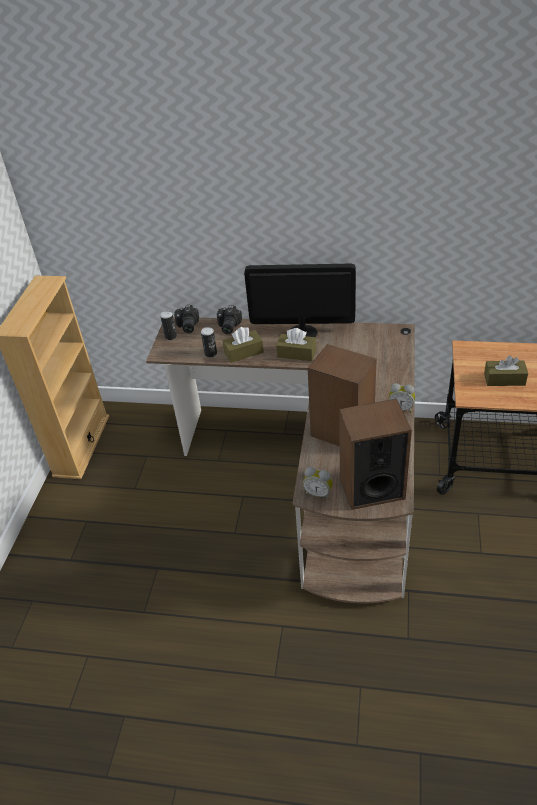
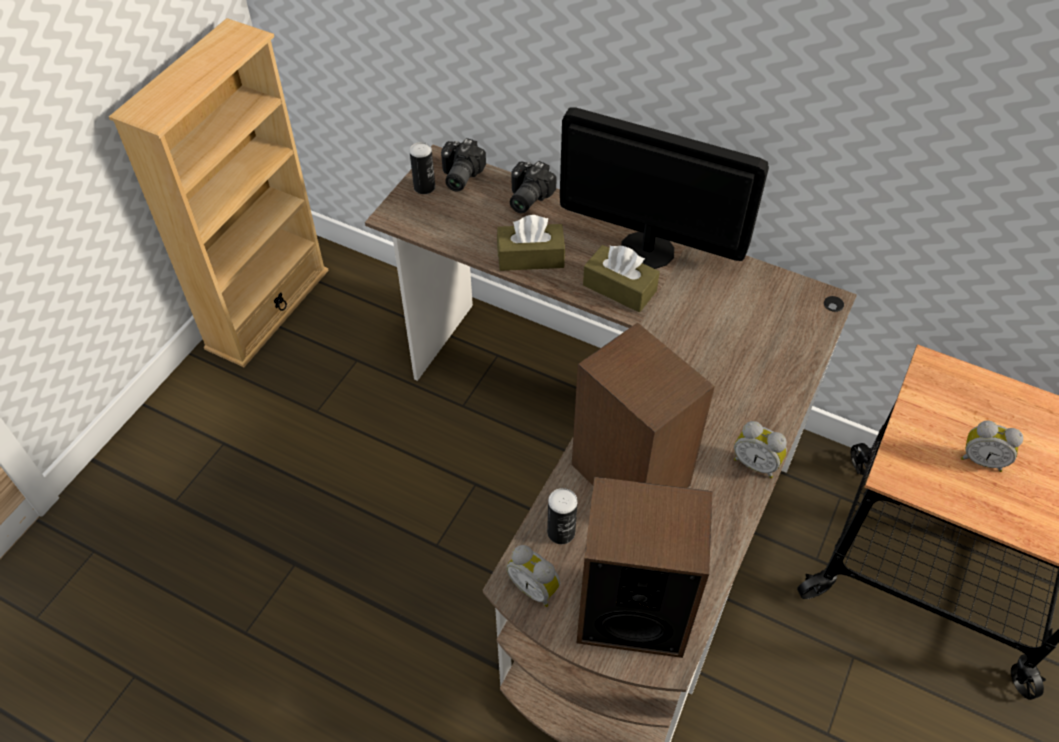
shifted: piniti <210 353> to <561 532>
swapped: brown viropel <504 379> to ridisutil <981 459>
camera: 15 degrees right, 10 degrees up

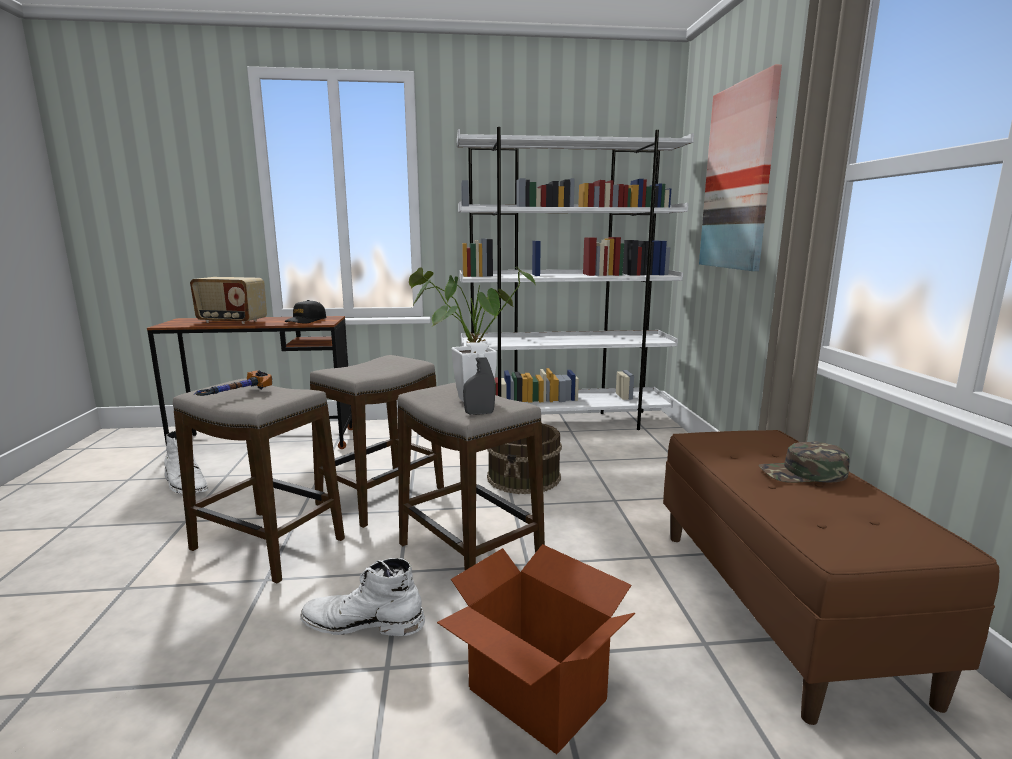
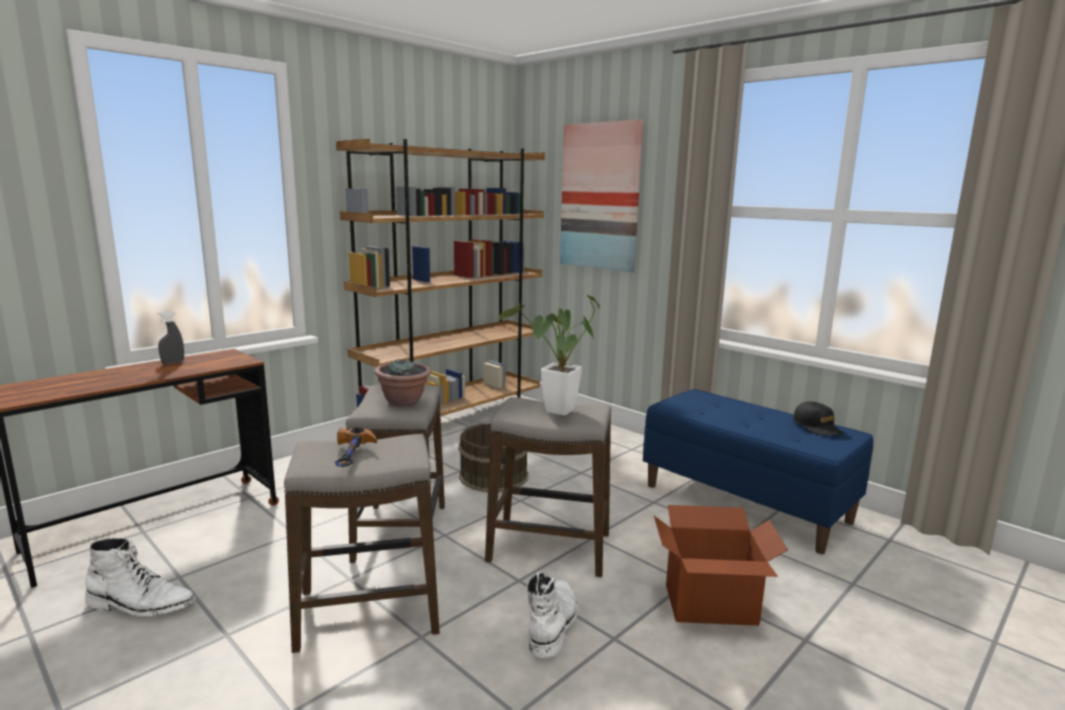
gone: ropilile <231 321>; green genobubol <803 473>
new: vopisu <404 402>
shifted: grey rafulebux <479 413> to <173 362>; black genobubol <306 320> to <817 427>
repainted: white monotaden <564 422> to brown monotaden <453 420>; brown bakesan <780 606> to blue bakesan <746 503>
rotated: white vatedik <363 623> = <553 623> 135 degrees clockwise
camera: 40 degrees left, 0 degrees up

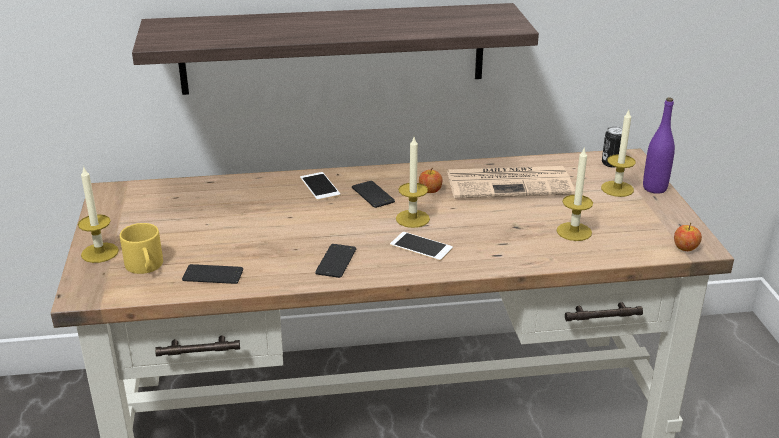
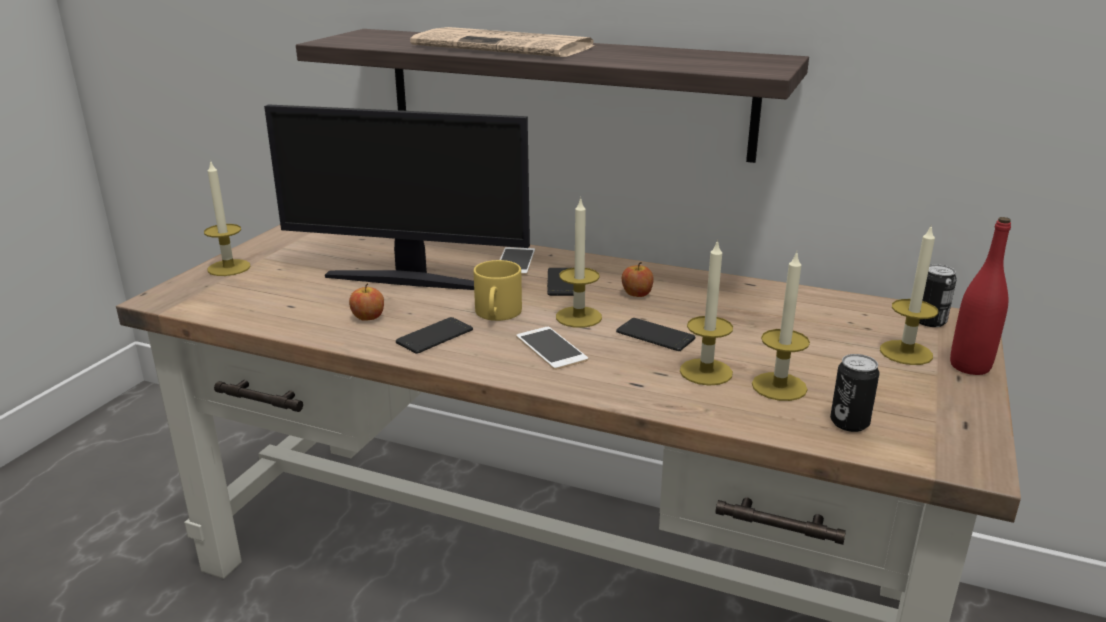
new: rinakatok <408 279>; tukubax <706 372>; piniti <849 423>
shifted: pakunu <685 248> to <368 317>; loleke <510 183> to <506 46>; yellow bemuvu <146 267> to <498 314>; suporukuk <213 275> to <655 335>
repainted: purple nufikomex <654 188> to red nufikomex <970 366>
camera: 30 degrees right, 5 degrees down

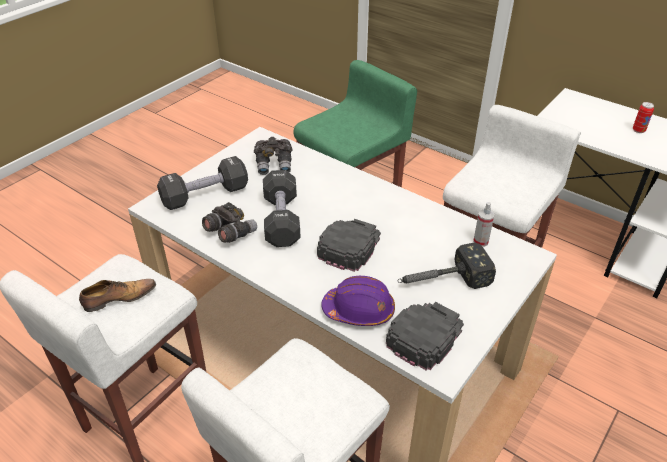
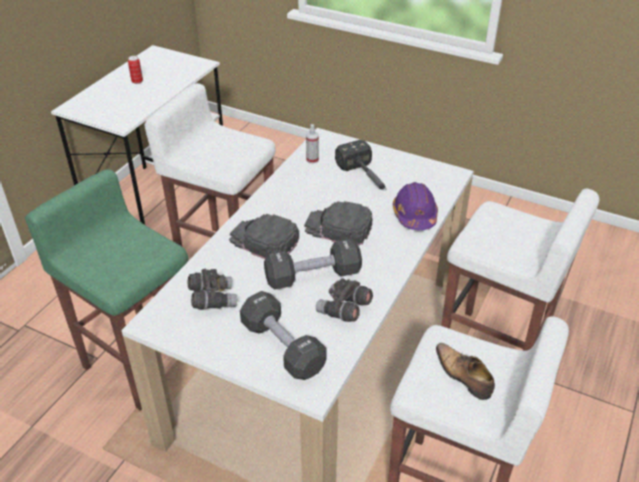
shifted: black genobubol <425 335> to <264 240>
camera: 100 degrees left, 0 degrees up

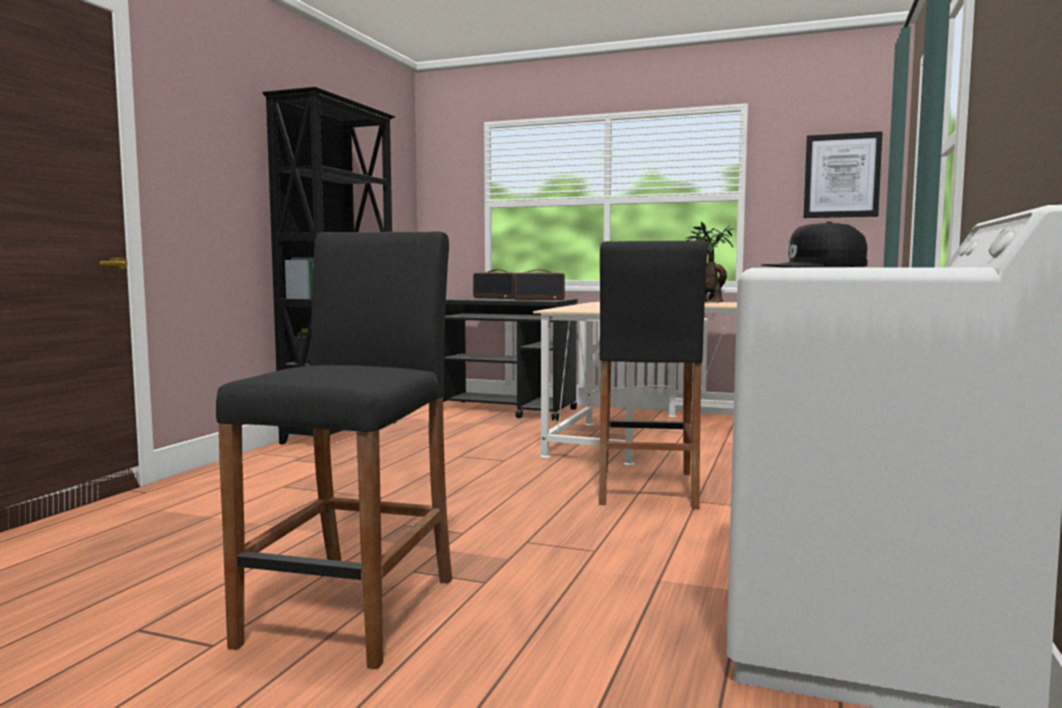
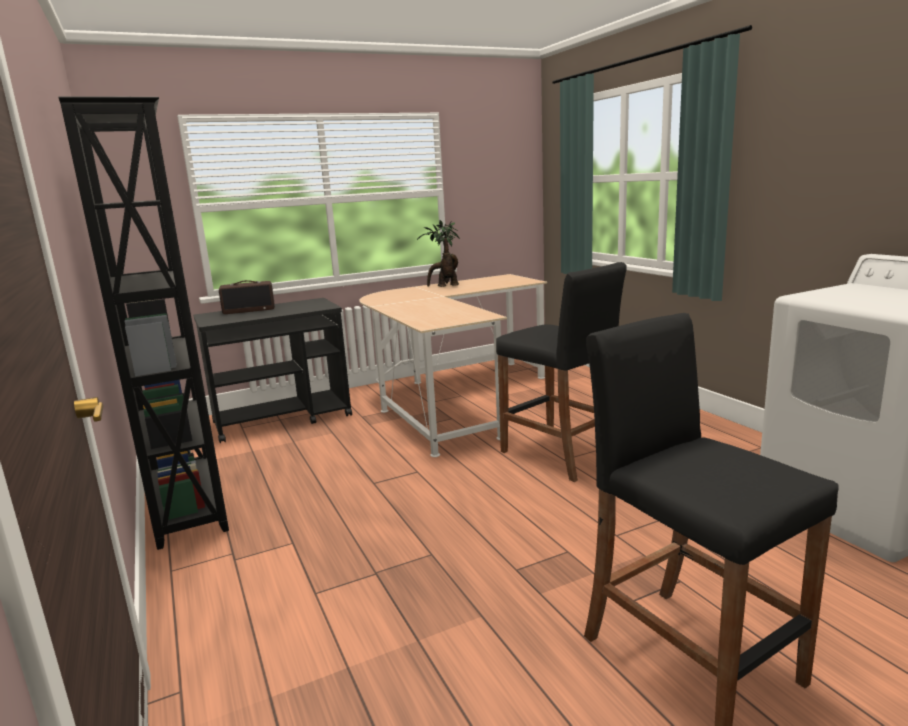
gone: ropilile <539 299>; black genobubol <815 267>; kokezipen <842 175>
camera: 45 degrees left, 10 degrees up

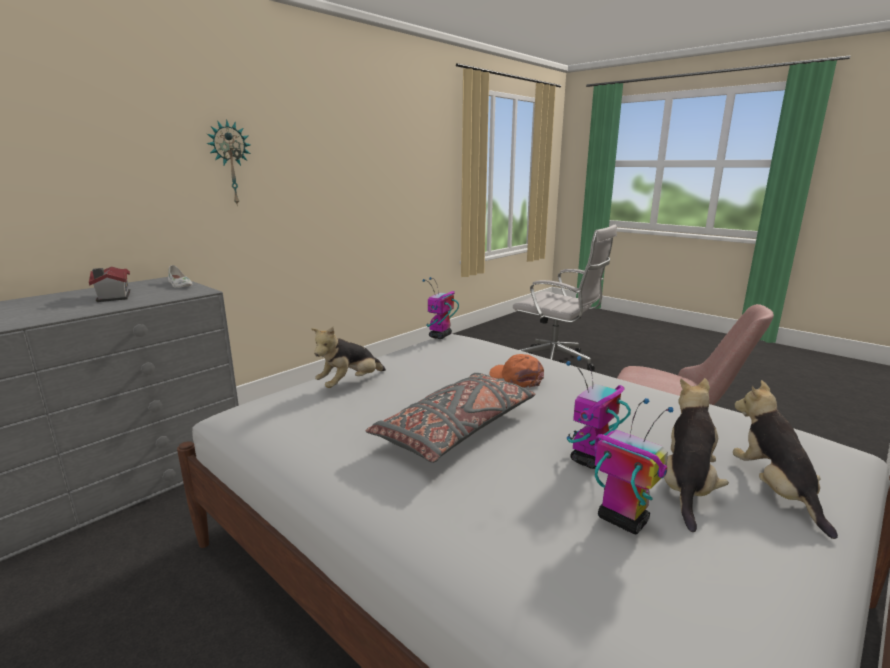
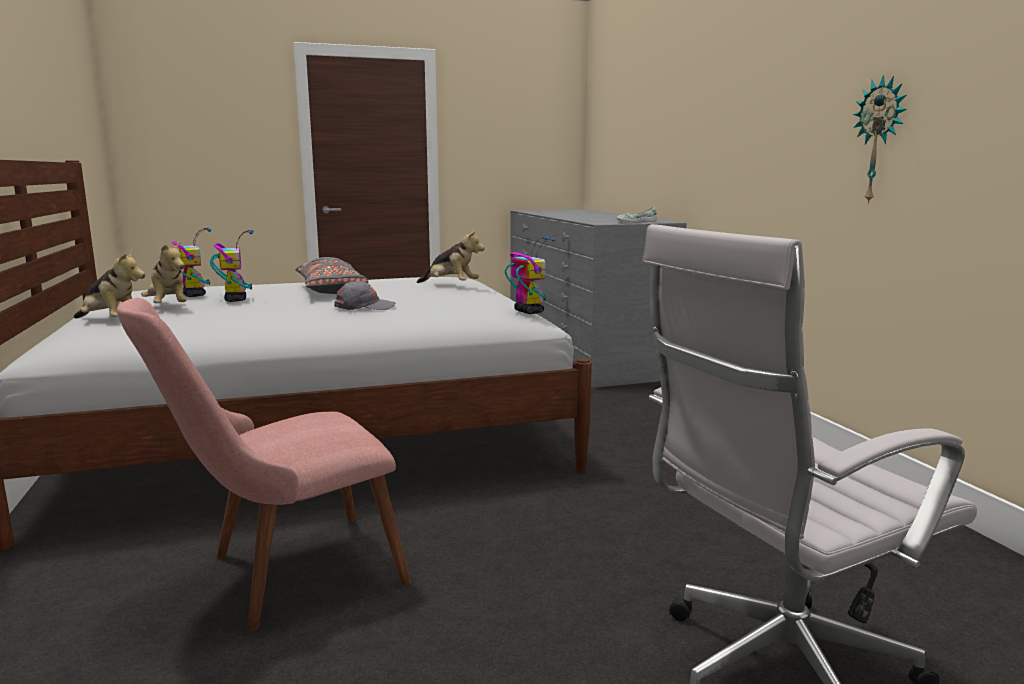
gone: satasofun <112 297>
shifted: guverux <230 163> to <879 140>
repainted: orange genobubol <516 378> to grey genobubol <364 307>
rotated: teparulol <621 519> = <194 295> 105 degrees counterclockwise; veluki <350 384> = <450 285> 135 degrees clockwise
camera: 120 degrees right, 5 degrees down

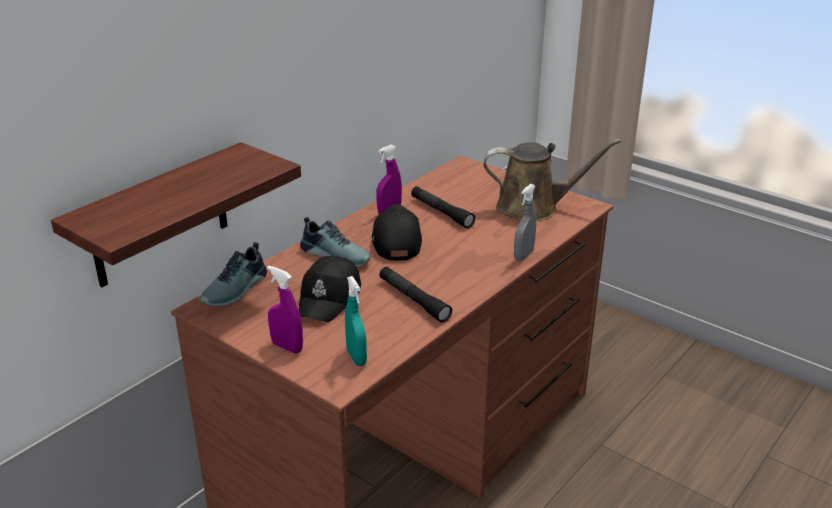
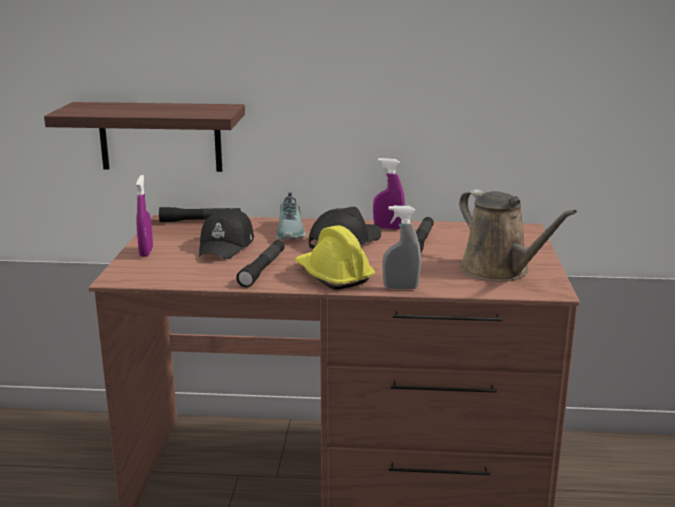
gone: turquoise rafulebux <356 357>
new: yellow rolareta <333 275>
swapped: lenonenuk <237 290> to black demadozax <200 221>
rotated: black genobubol <330 298> = <227 246> 60 degrees counterclockwise
camera: 55 degrees right, 10 degrees down

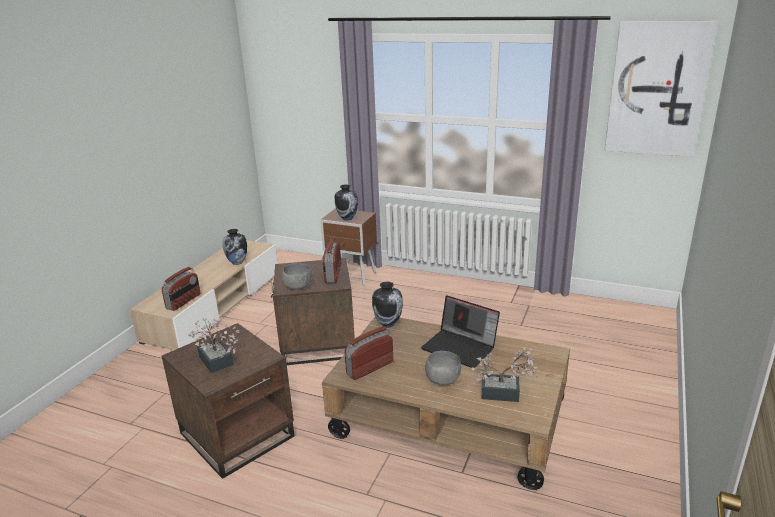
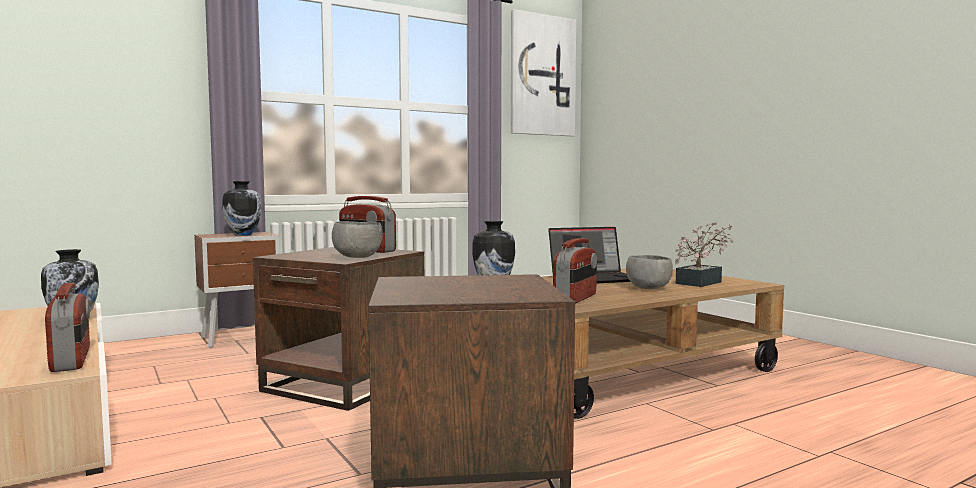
gone: vopisu <217 363>
rotated: ropilile <369 368> = <576 299> 150 degrees counterclockwise
camera: 55 degrees left, 20 degrees down

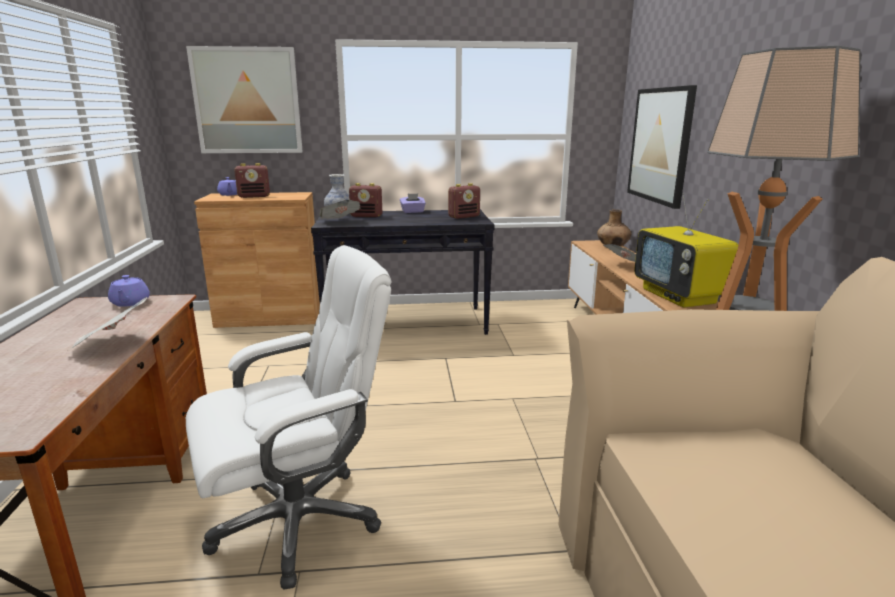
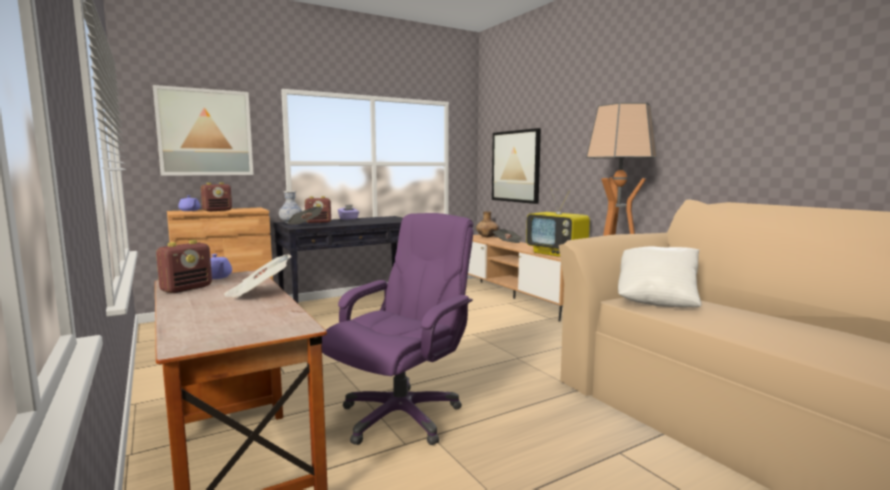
new: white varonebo <657 301>
shifted: ropilile <464 217> to <187 288>
repainted: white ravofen <298 521> to purple ravofen <401 415>
camera: 25 degrees left, 10 degrees down

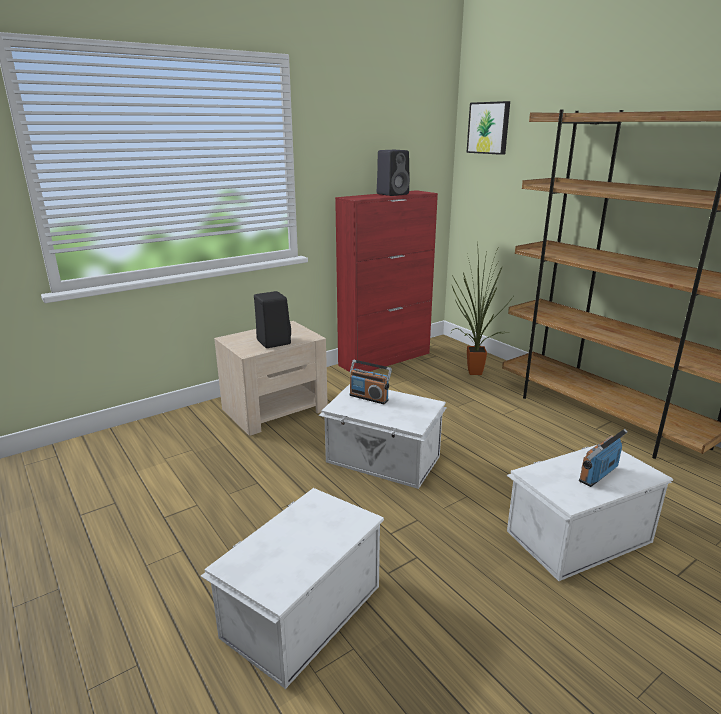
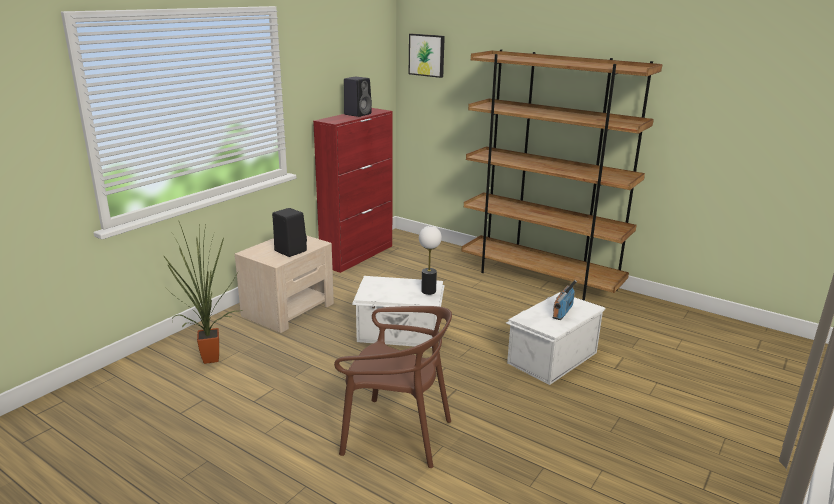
gone: ropilile <369 397>
new: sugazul <428 291>
shifted: vopisu <471 372> to <207 359>
swapped: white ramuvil <300 610> to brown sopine <396 434>
camera: 20 degrees left, 0 degrees up

